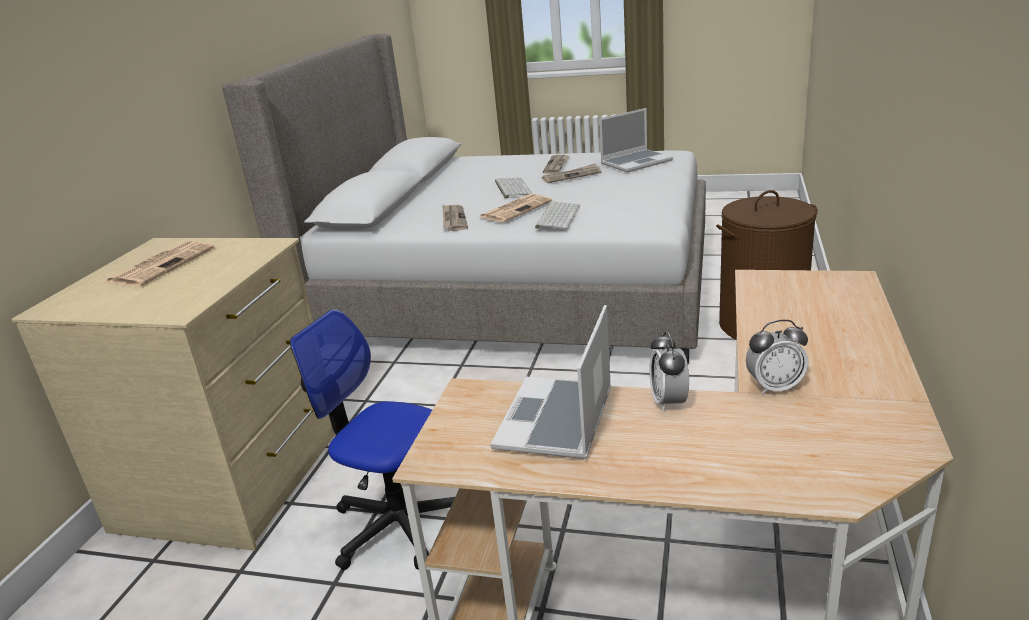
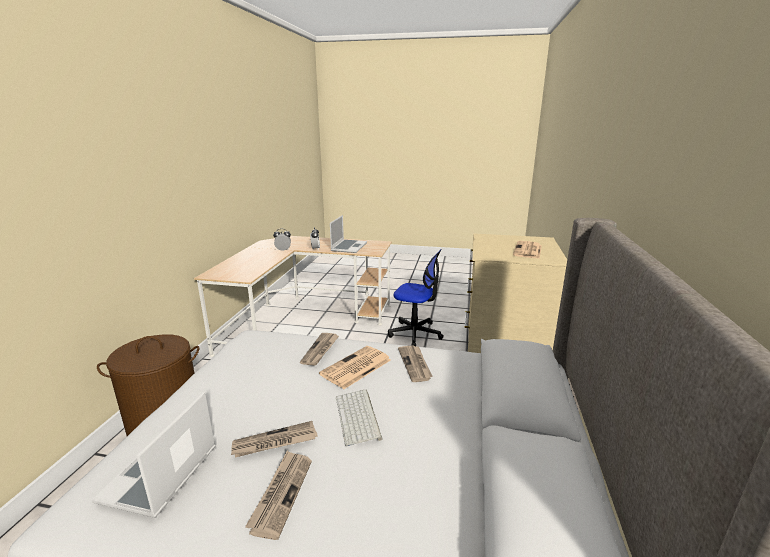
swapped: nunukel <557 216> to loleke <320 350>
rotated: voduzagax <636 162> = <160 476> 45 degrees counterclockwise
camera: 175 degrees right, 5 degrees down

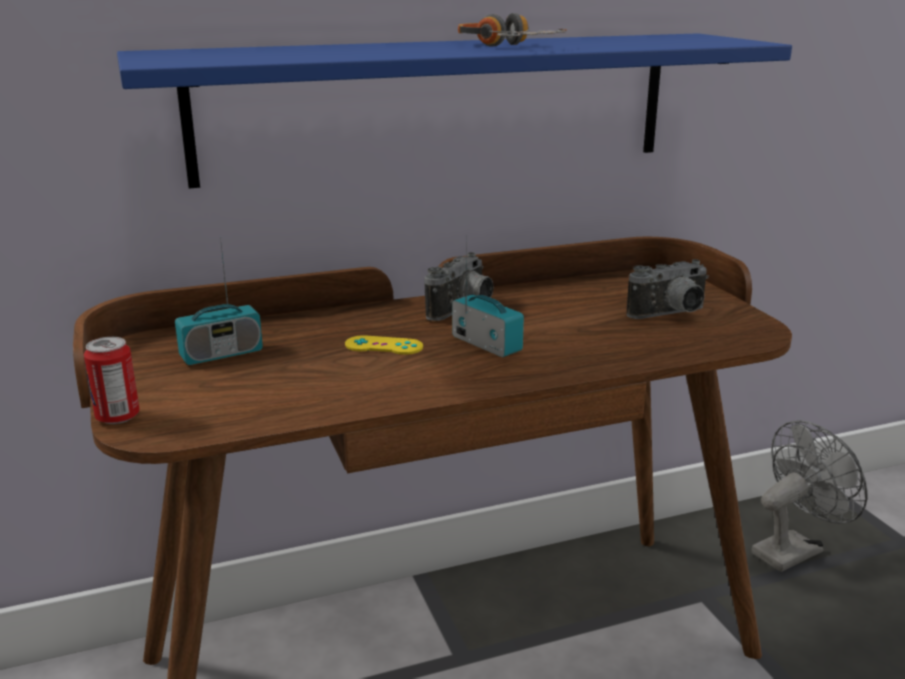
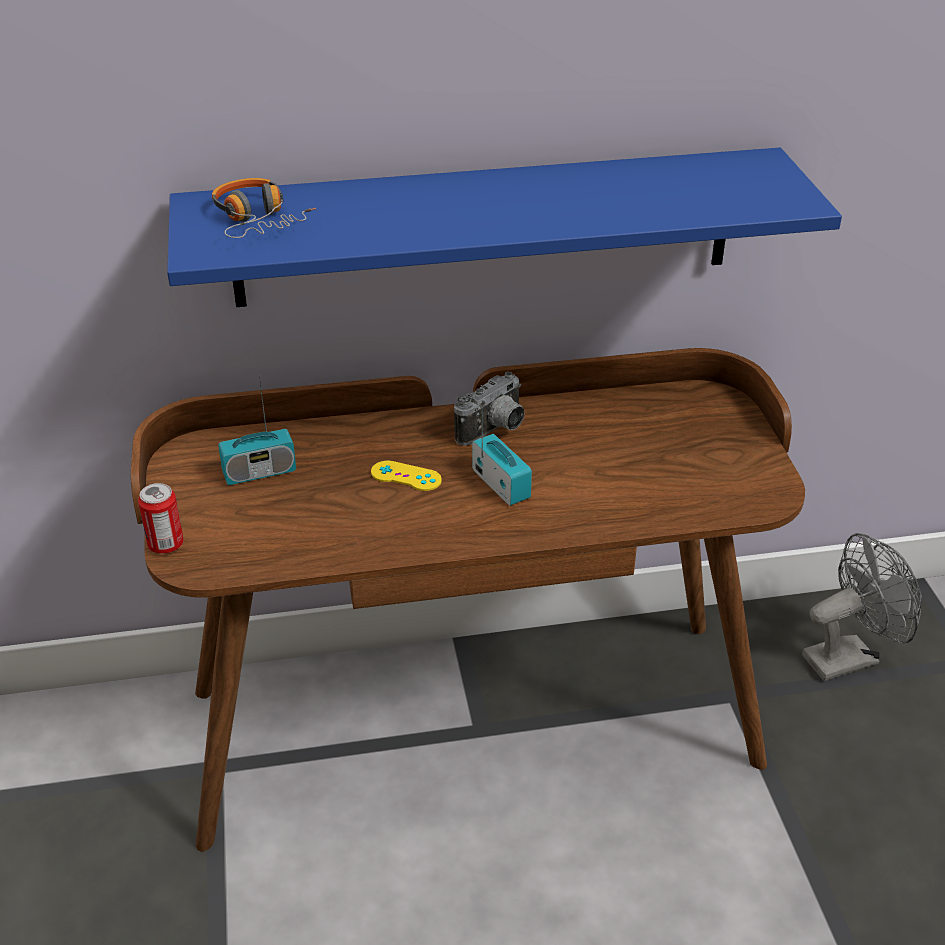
gone: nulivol <671 315>
shifted: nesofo <507 46> to <258 220>
camera: 10 degrees right, 15 degrees up

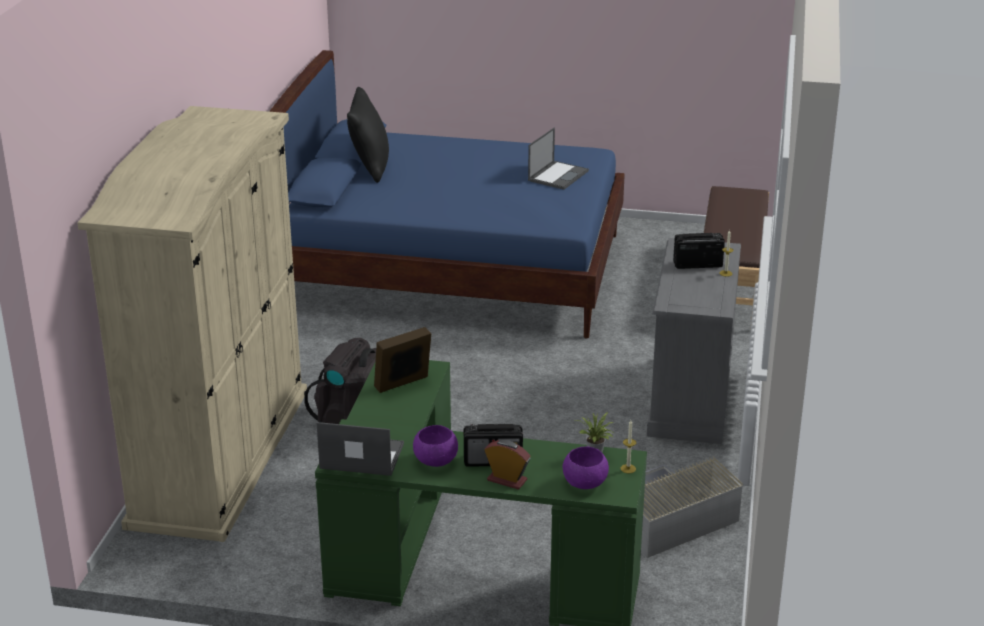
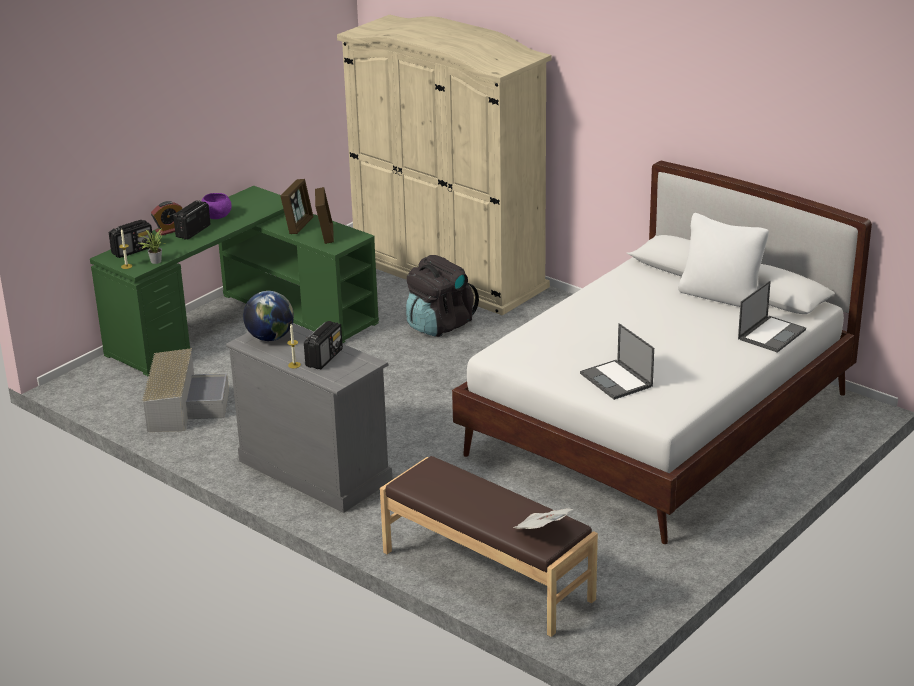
new: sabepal <270 337>; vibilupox <298 225>; loleke <542 531>
shifted: voduzagax <360 456> to <772 334>
swapped: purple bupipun <584 483> to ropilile <133 250>
repainted: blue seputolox <451 270> to white seputolox <659 424>; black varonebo <369 167> to white varonebo <720 296>
camera: 120 degrees right, 0 degrees up

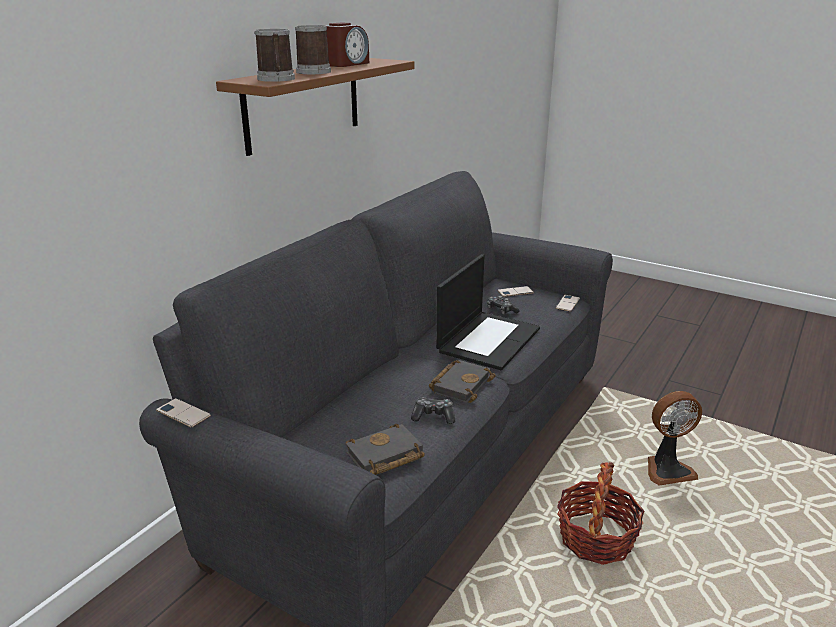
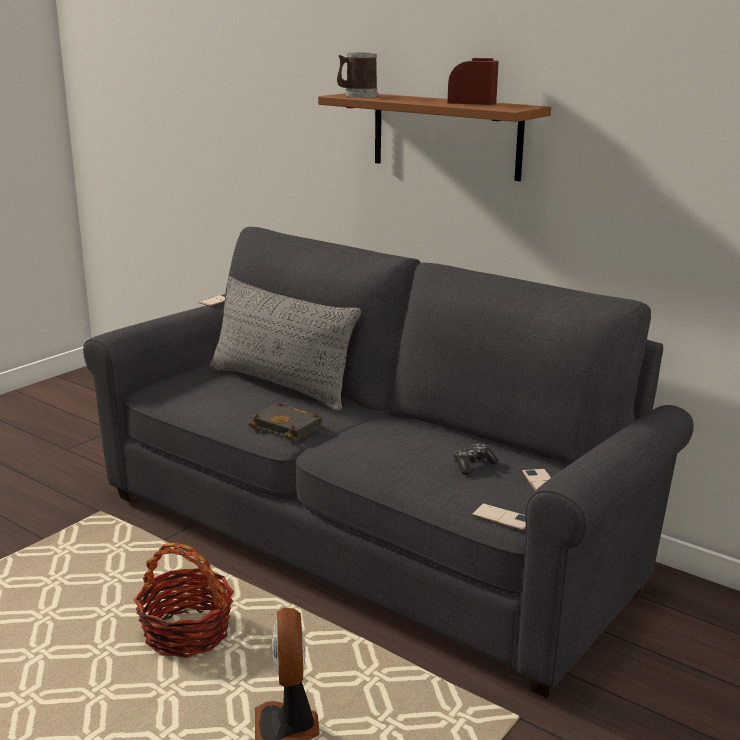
gone: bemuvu <315 71>; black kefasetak <384 457>; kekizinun <433 416>; voduzagax <488 339>
new: grey varonebo <281 385>
rotated: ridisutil <347 64> = <472 102> 150 degrees clockwise
camera: 95 degrees right, 5 degrees down

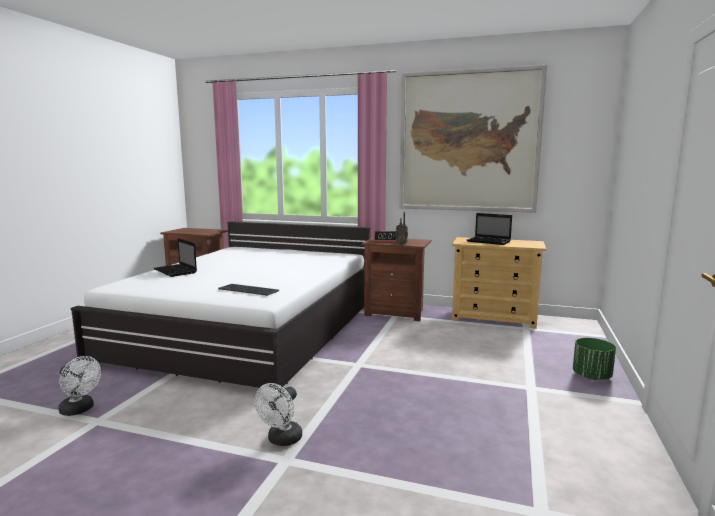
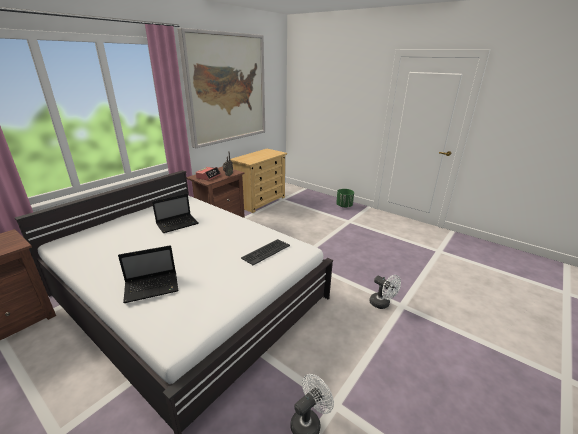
shifted: voduzagax <489 241> to <178 224>
camera: 70 degrees left, 15 degrees up

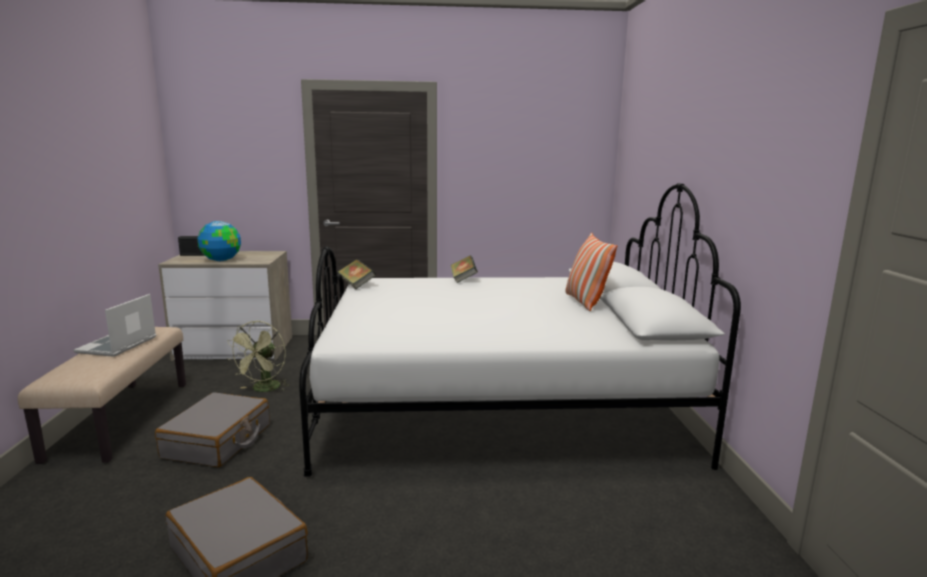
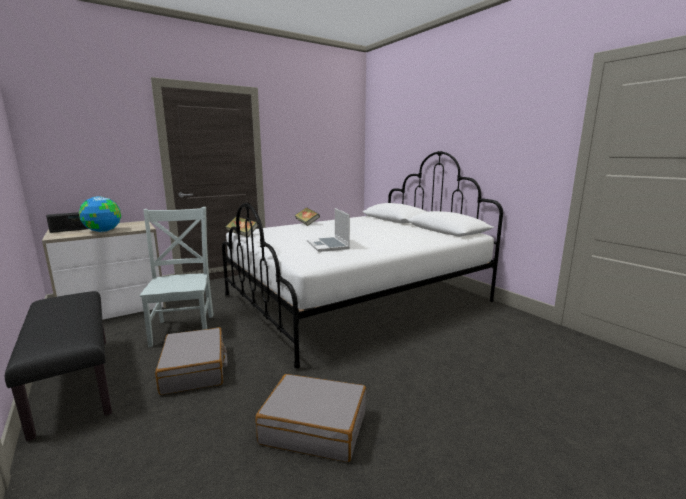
gone: varonebo <585 302>
shifted: voduzagax <117 345> to <328 245>
swapped: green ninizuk <263 389> to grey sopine <184 328>
repainted: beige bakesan <120 419> to black bakesan <73 382>
camera: 30 degrees left, 0 degrees up

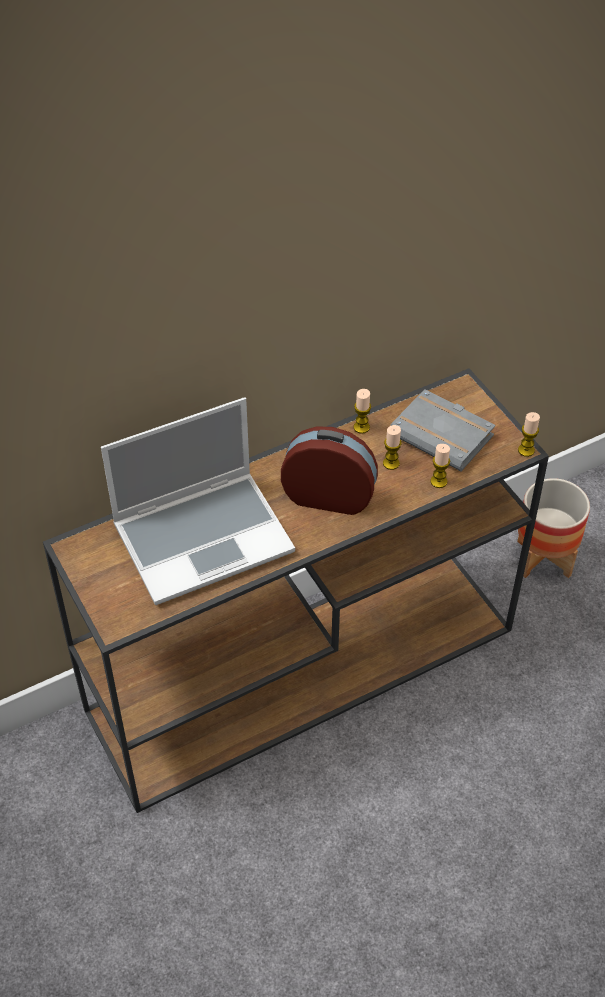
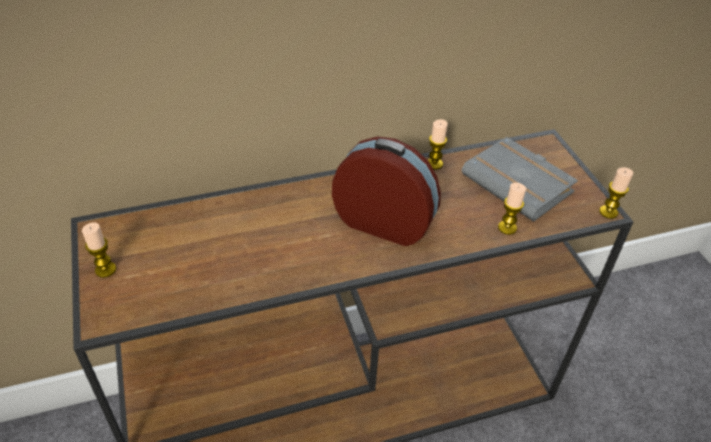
gone: voduzagax <204 537>; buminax <543 558>
shifted: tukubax <391 463> to <105 270>
camera: 10 degrees right, 5 degrees down

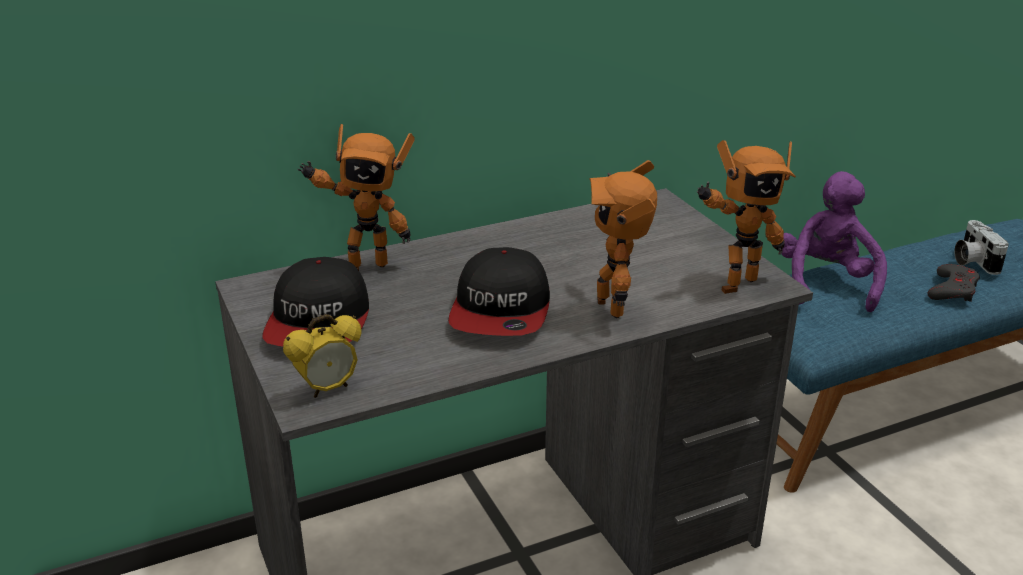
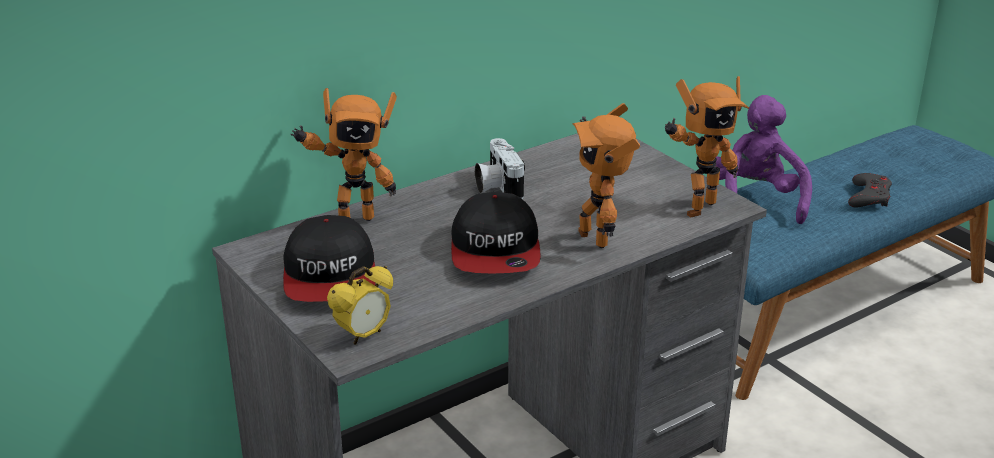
shifted: nulivol <972 261> to <497 186>
camera: 10 degrees left, 0 degrees up

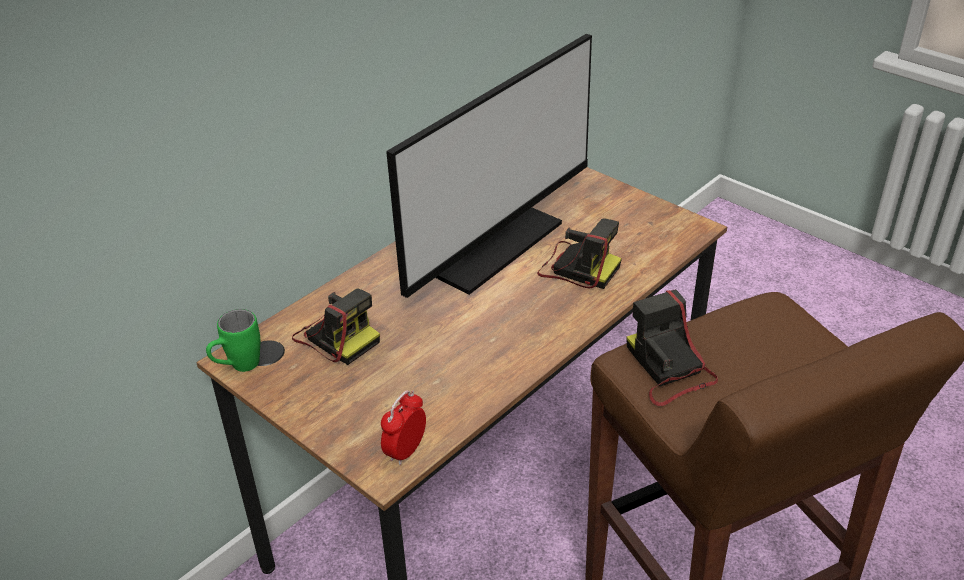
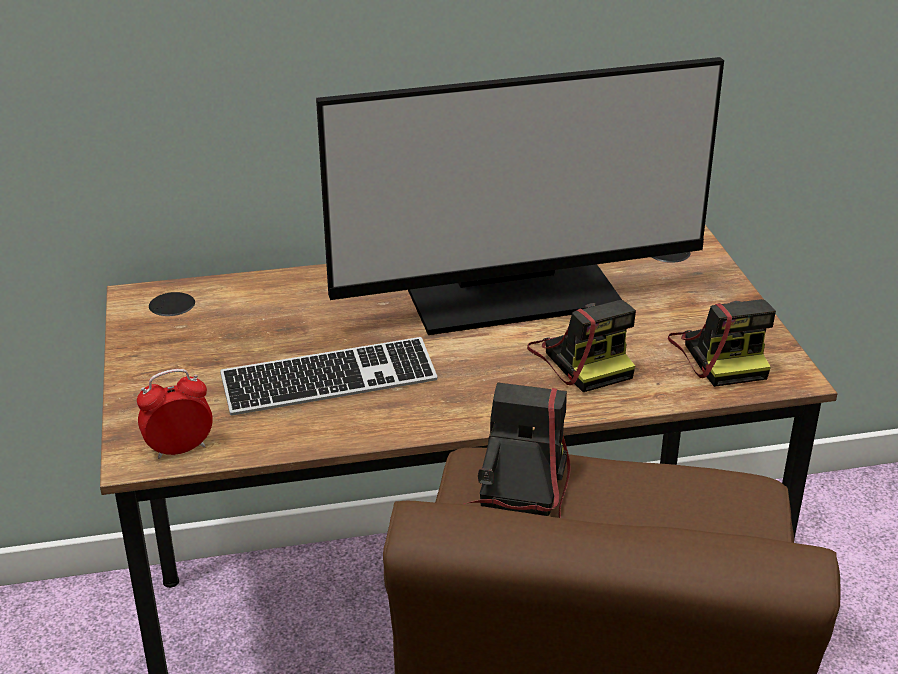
gone: green bemuvu <238 367>
new: nunukel <329 381>
shifted: nulivol <337 336> to <720 354>
camera: 35 degrees right, 5 degrees down

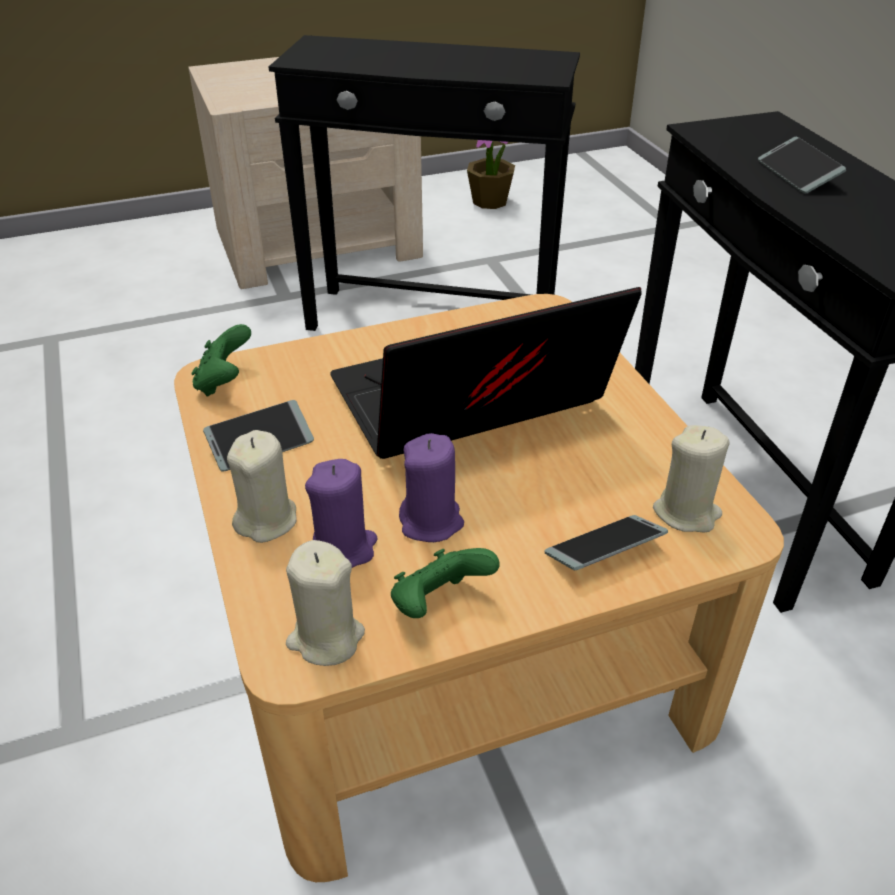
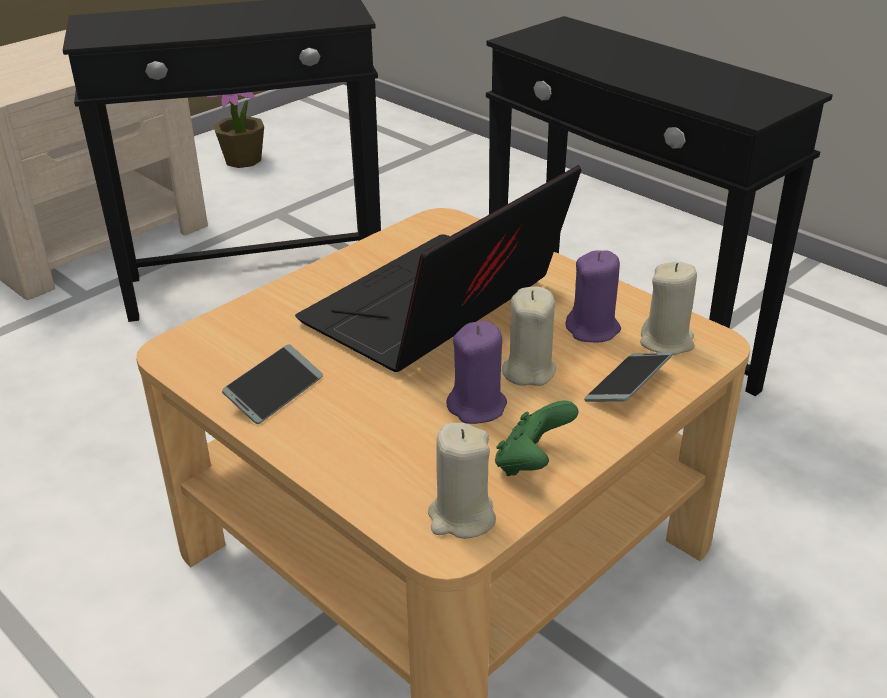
gone: green kekizinun <224 382>; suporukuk <797 174>
shifted: beige tukubax <266 520> to <528 370>; purple tukubax <343 548> to <593 329>
camera: 25 degrees left, 5 degrees down

